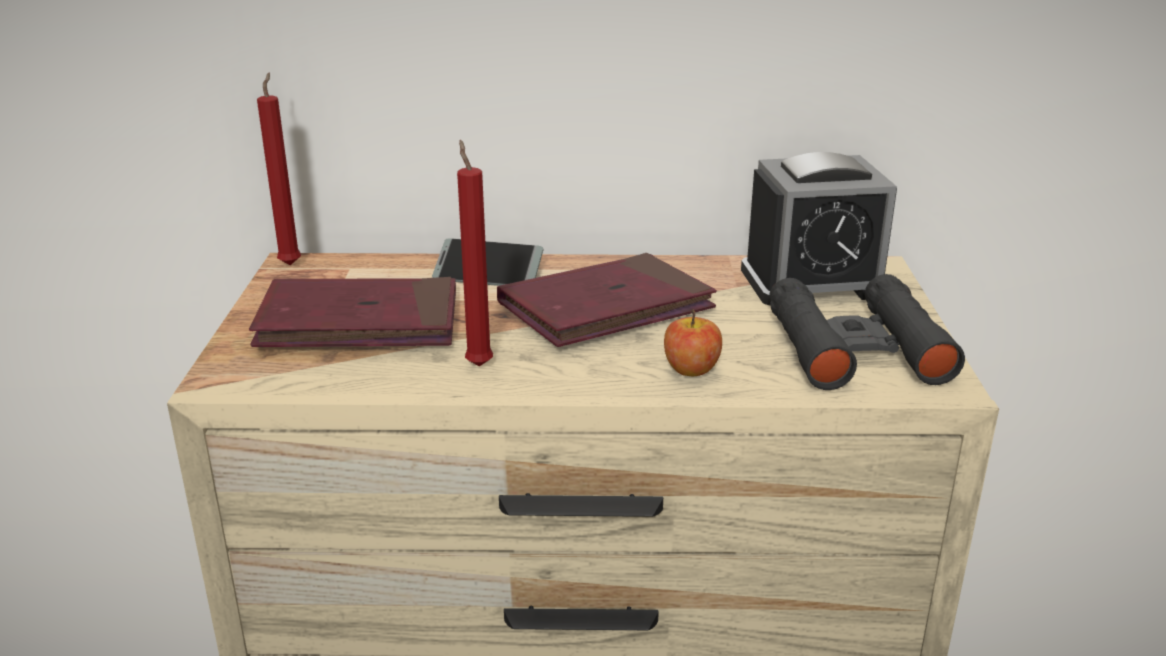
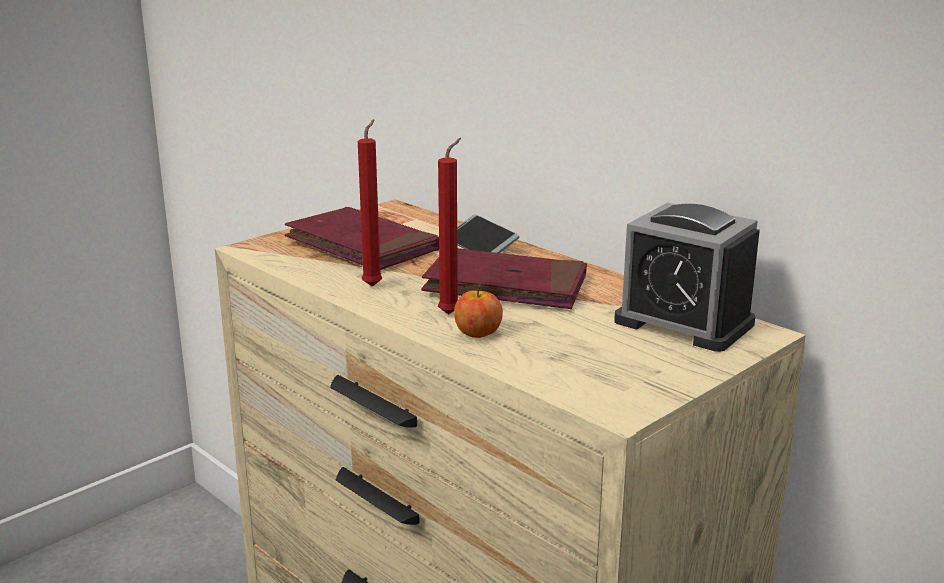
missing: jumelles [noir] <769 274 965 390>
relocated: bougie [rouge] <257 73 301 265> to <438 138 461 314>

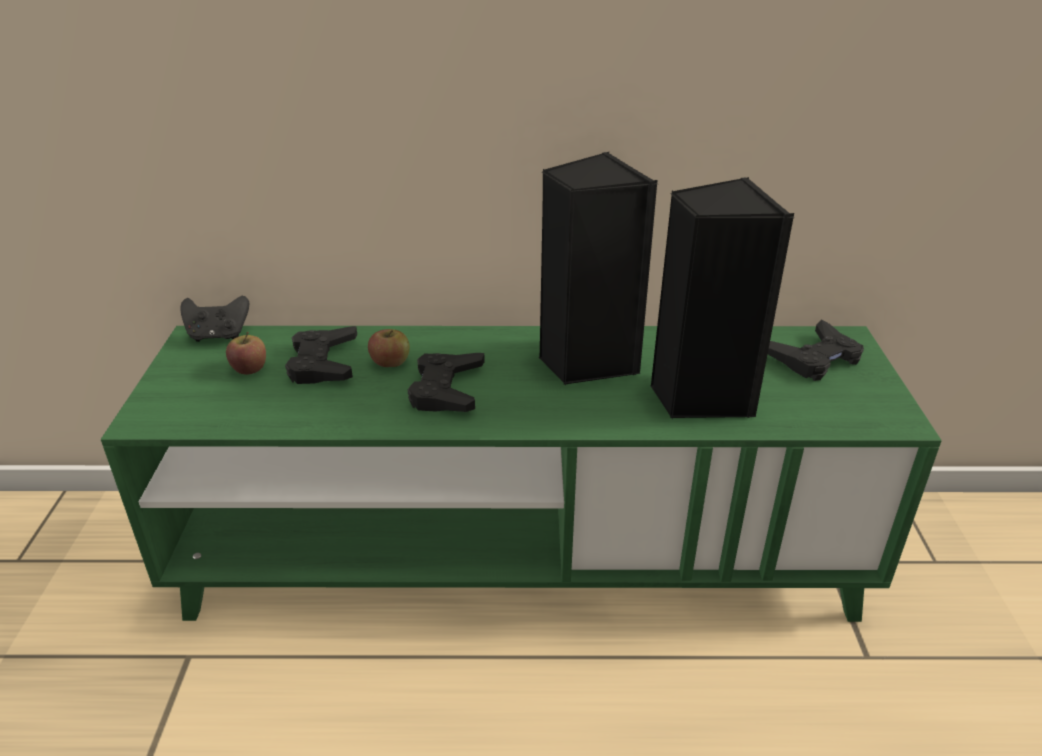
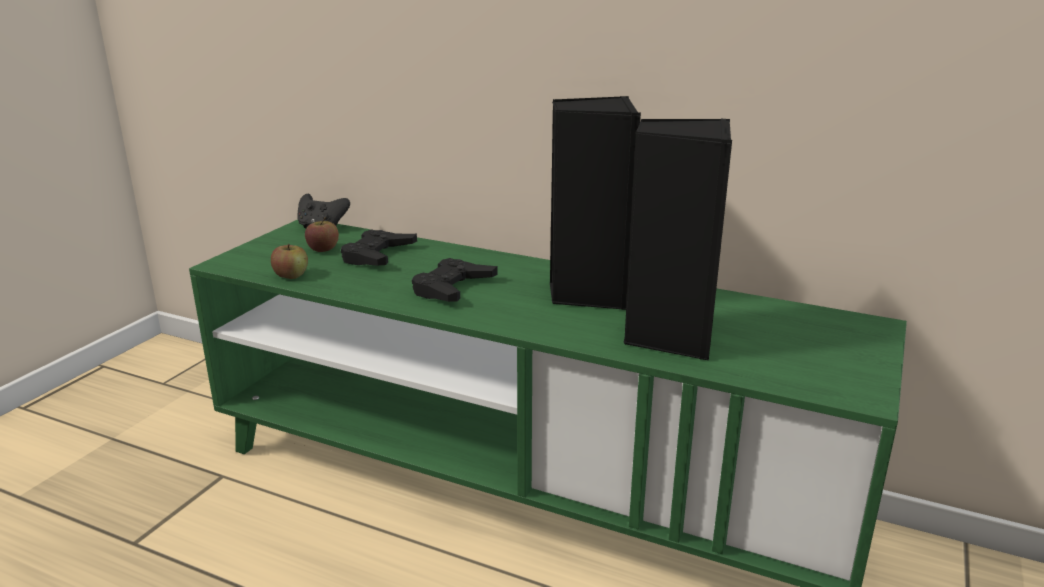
missing: manette [noir] <768 319 864 381>
relocated: pomme <368 329 410 367> to <271 244 308 279>

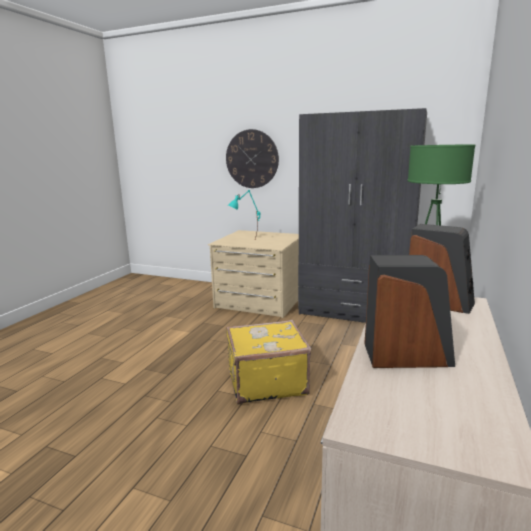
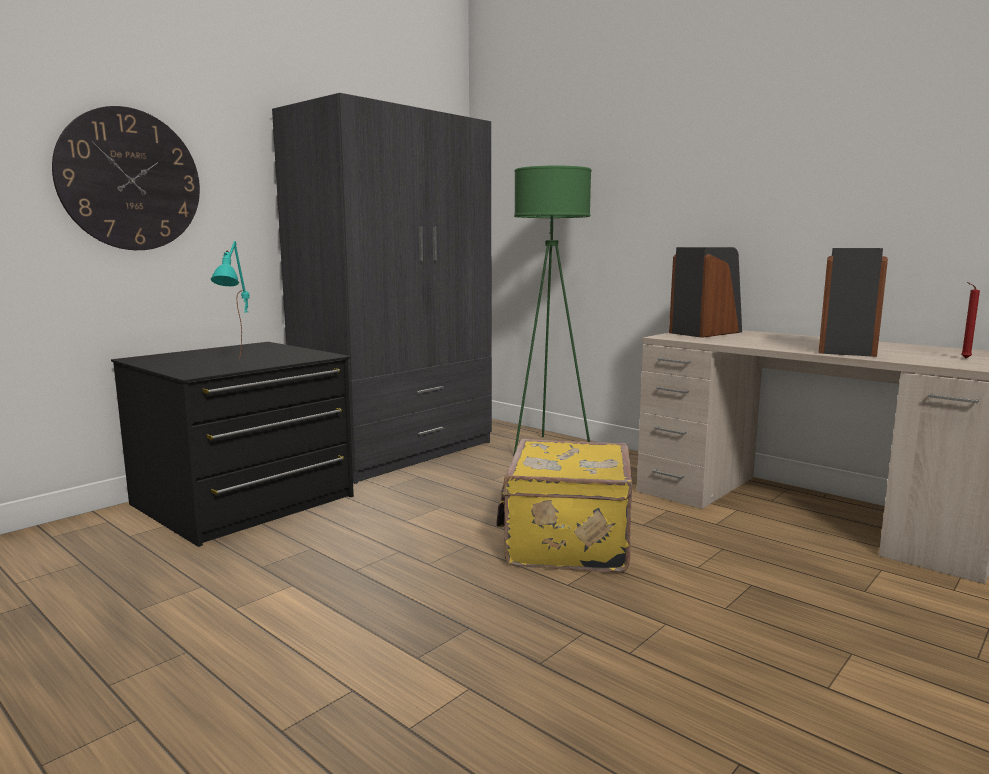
appeared: bougie [rouge] <961 282 980 358>
colour: commode [beige] <208 230 299 318> to commode [noir] <111 342 354 547>

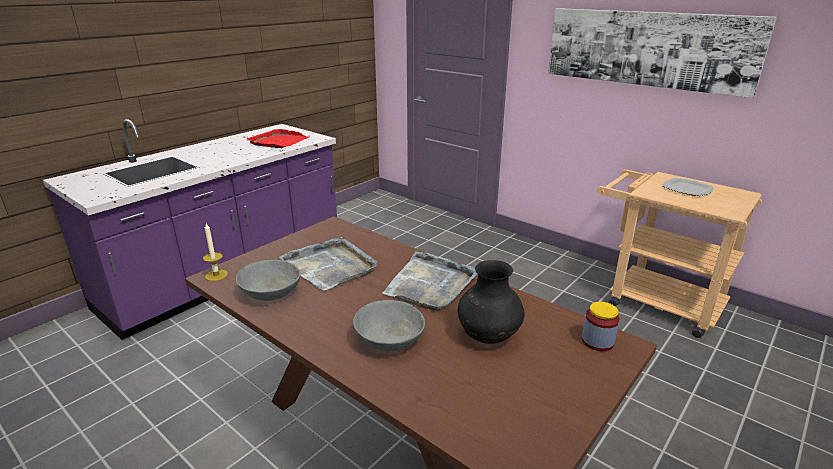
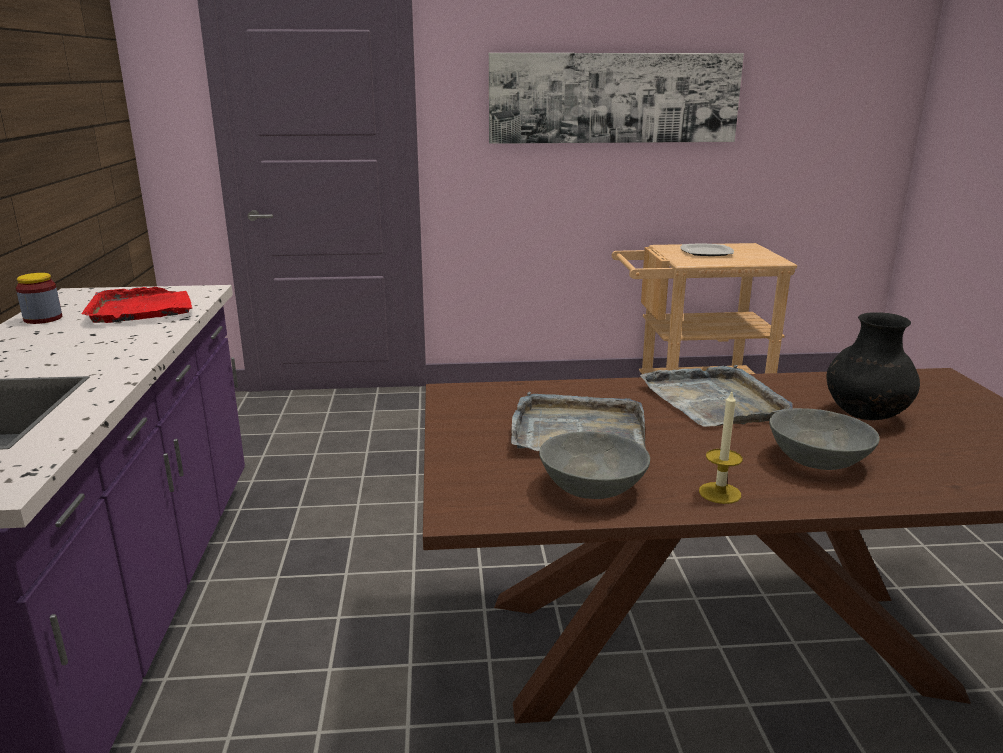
relocated: bougie <203 223 228 281> to <699 392 743 504>; bocal <582 302 620 351> to <16 273 62 324>

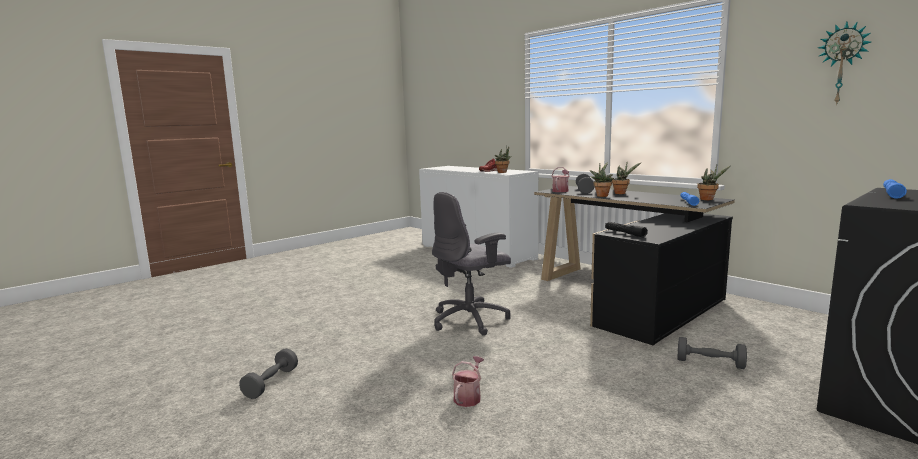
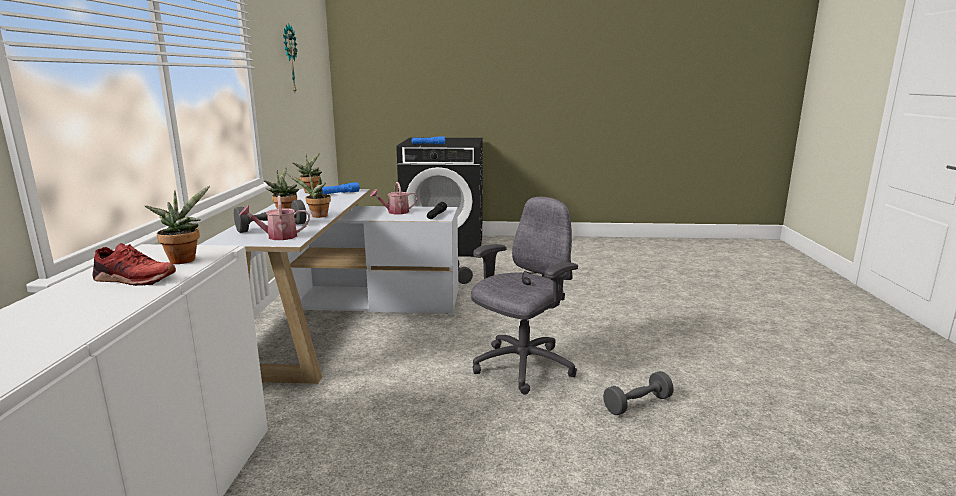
relocated: haltère [gris] <239 348 298 399> to <603 371 674 415>; arrosoir <452 356 484 407> to <370 182 418 214>
colour: bureau [noir] <534 186 735 346> to bureau [blanc] <199 188 458 384>
spun: chaise de bureau [gris] <432 192 511 336> = <471 197 578 395> 60 degrees counterclockwise

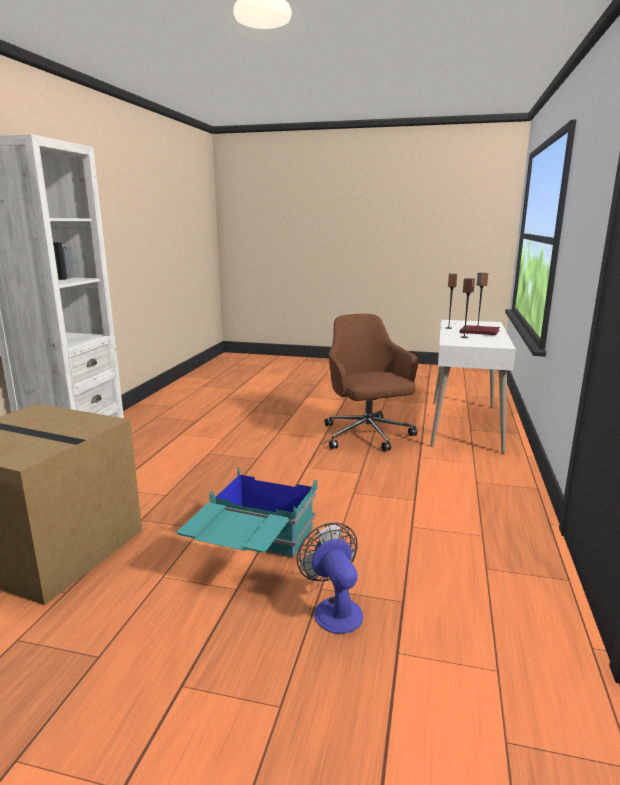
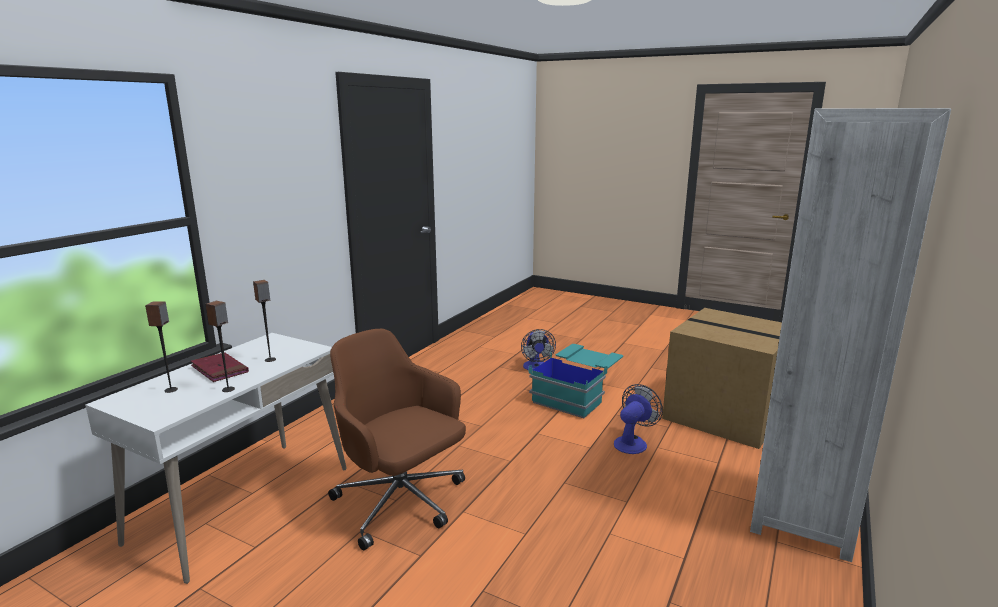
appeared: ventilateur <614 384 663 454>
spun: chaise de bureau [marron] <324 314 418 451> = <328 329 466 551> 135 degrees clockwise

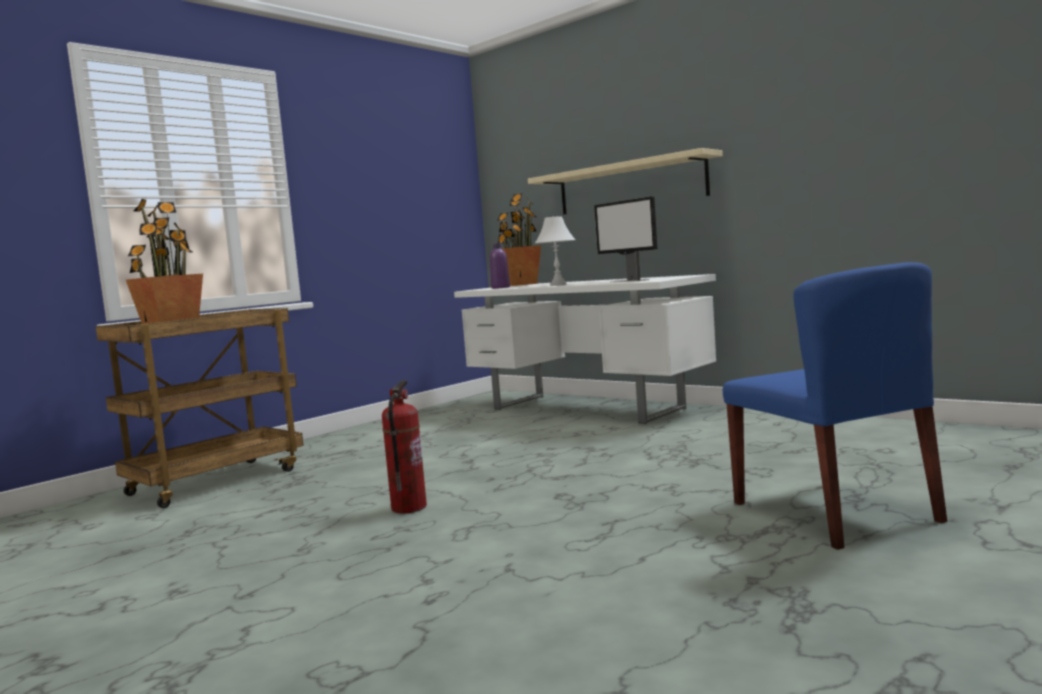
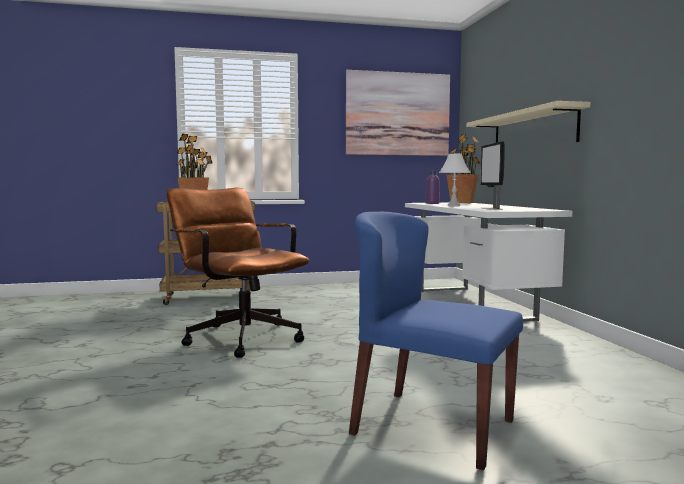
appeared: tableau <346 70 450 156>
exchanged: extincteur <382 380 427 514> to chaise de bureau [marron] <166 188 310 358>
spun: chaise [bleu] <723 262 947 550> = <349 212 523 471> 105 degrees clockwise

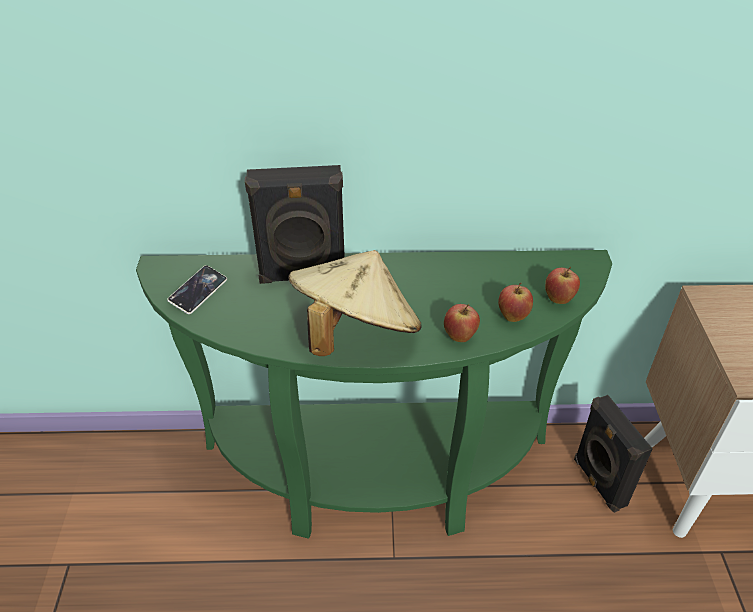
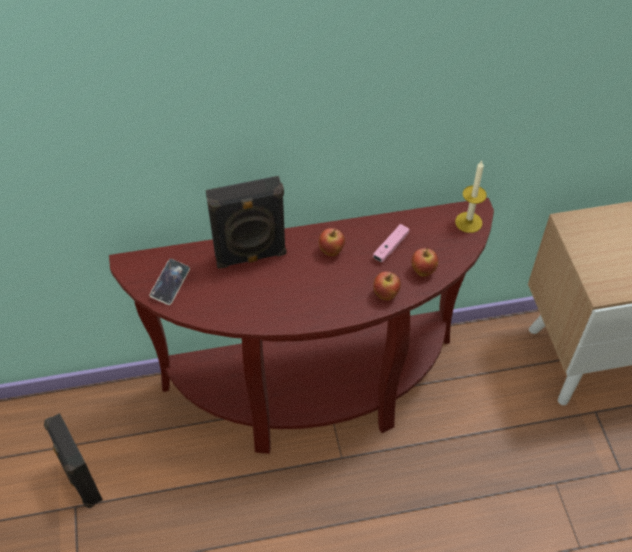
missing: chapeau [beige] <288 250 422 356>
appeared: manette [rose] <373 224 409 262>; bougie <455 161 487 233>
relocated: pomme <545 267 580 304> to <319 228 345 256>; enceinte [noir] <574 395 653 513> to <44 413 103 508>
colour: table console [vert] <136 250 612 539> to table console [marron] <109 198 494 454>

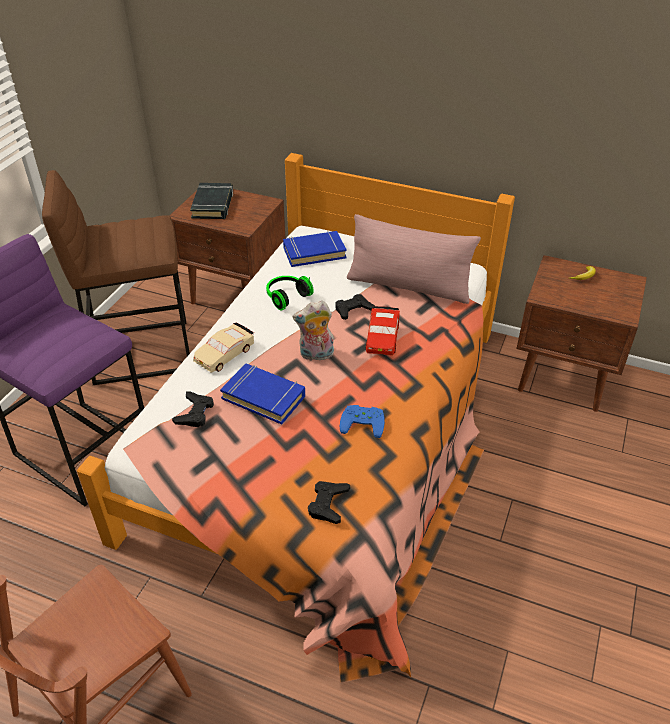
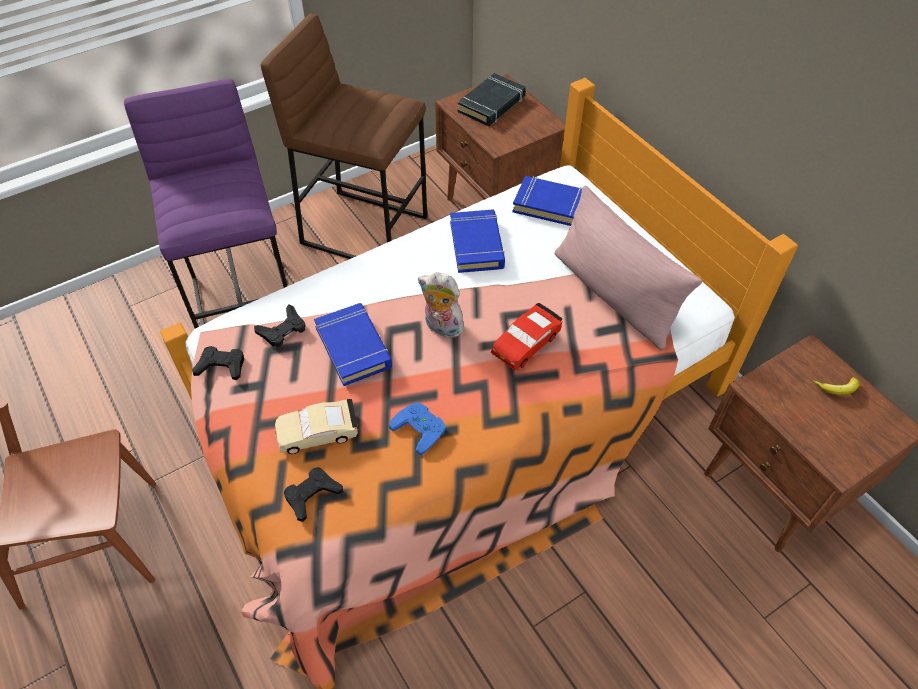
relocated: petite voiture [beige] <193 322 254 373> to <275 399 359 454>; manette [noir] <335 294 375 320> to <192 346 244 380>
exchanged: casque audio <266 276 314 311> to livre [bleu] <450 210 505 273>

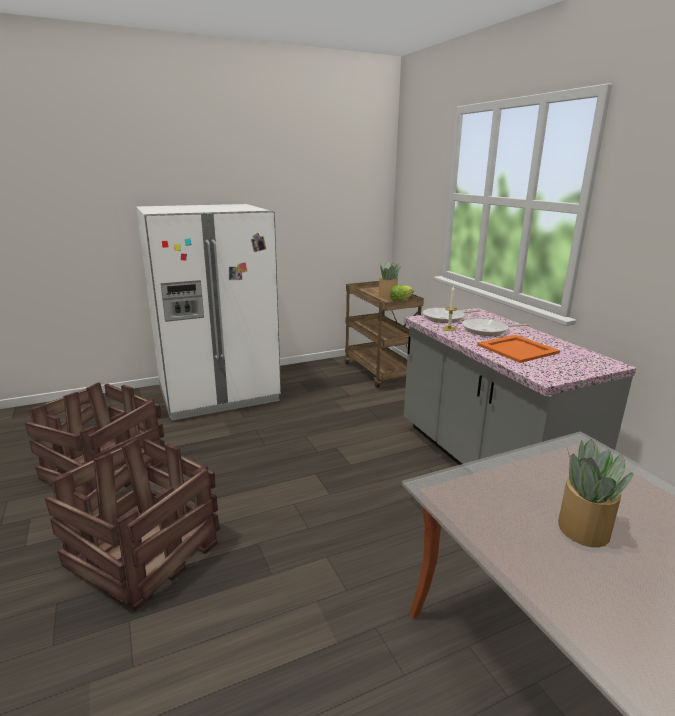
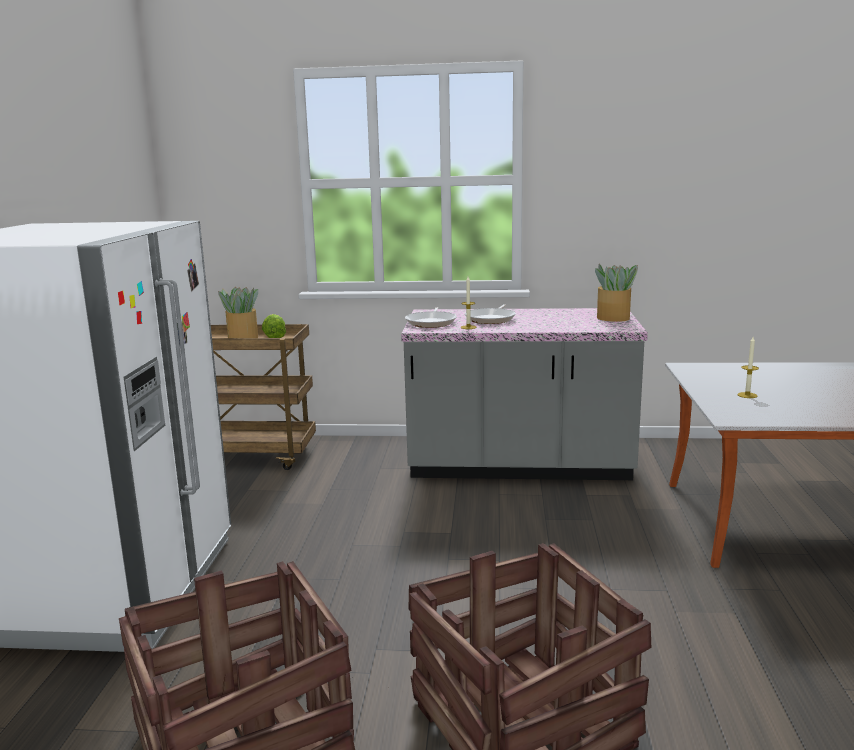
missing: plateau [orange] <477 335 560 363>
appeared: bougie <738 337 759 398>
relocated: plante en pot <558 439 634 547> to <595 263 638 322>

